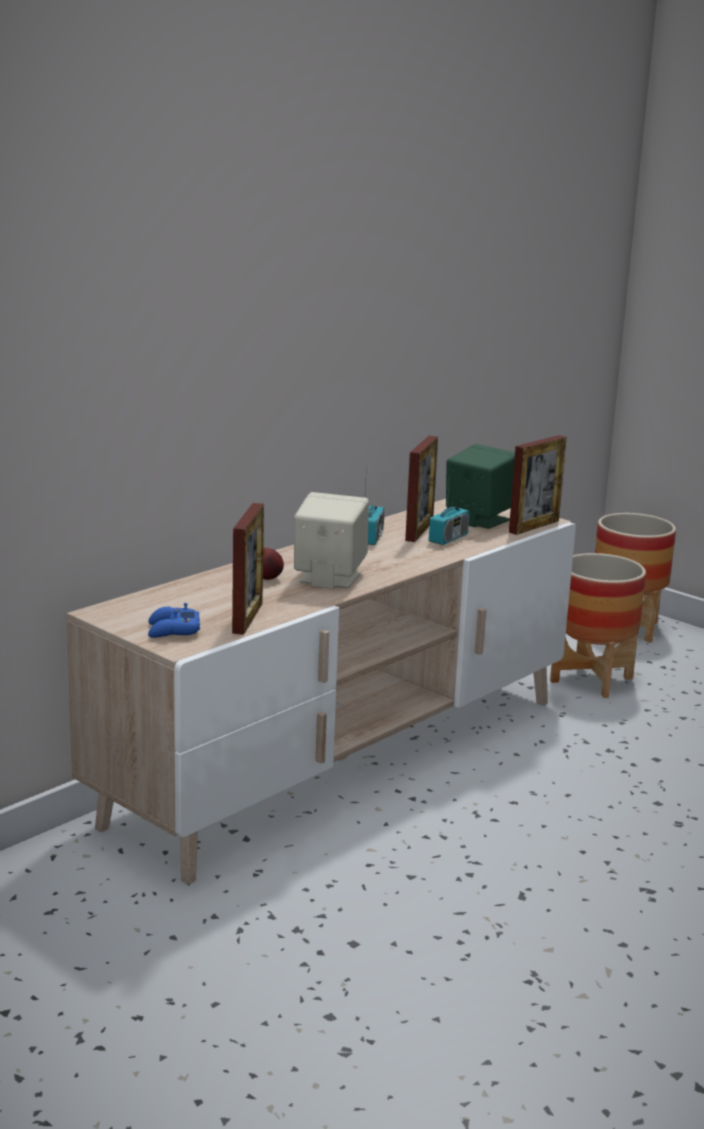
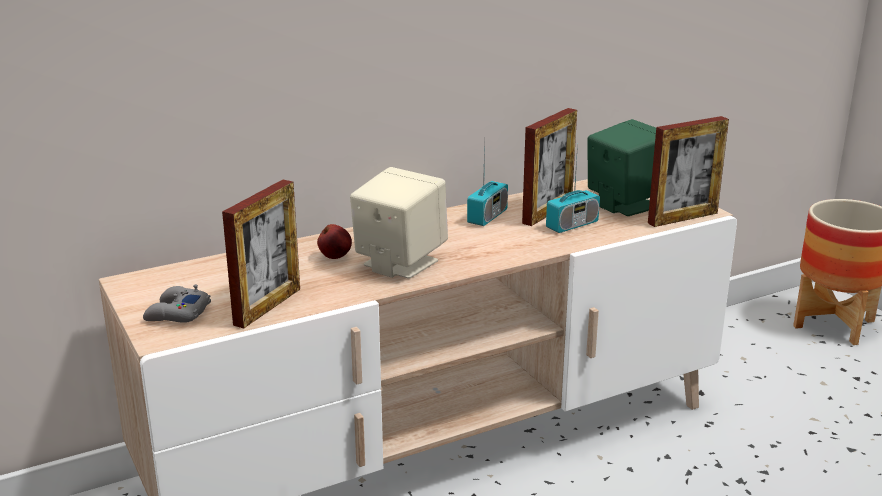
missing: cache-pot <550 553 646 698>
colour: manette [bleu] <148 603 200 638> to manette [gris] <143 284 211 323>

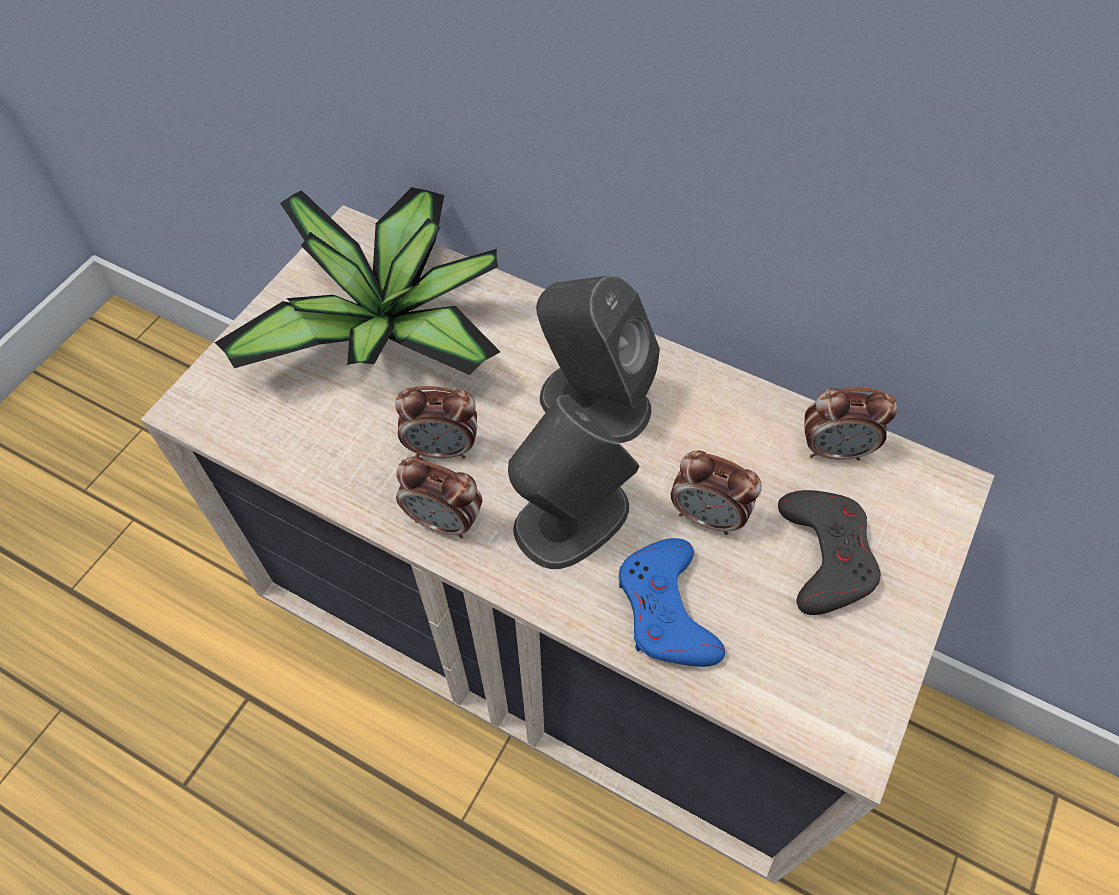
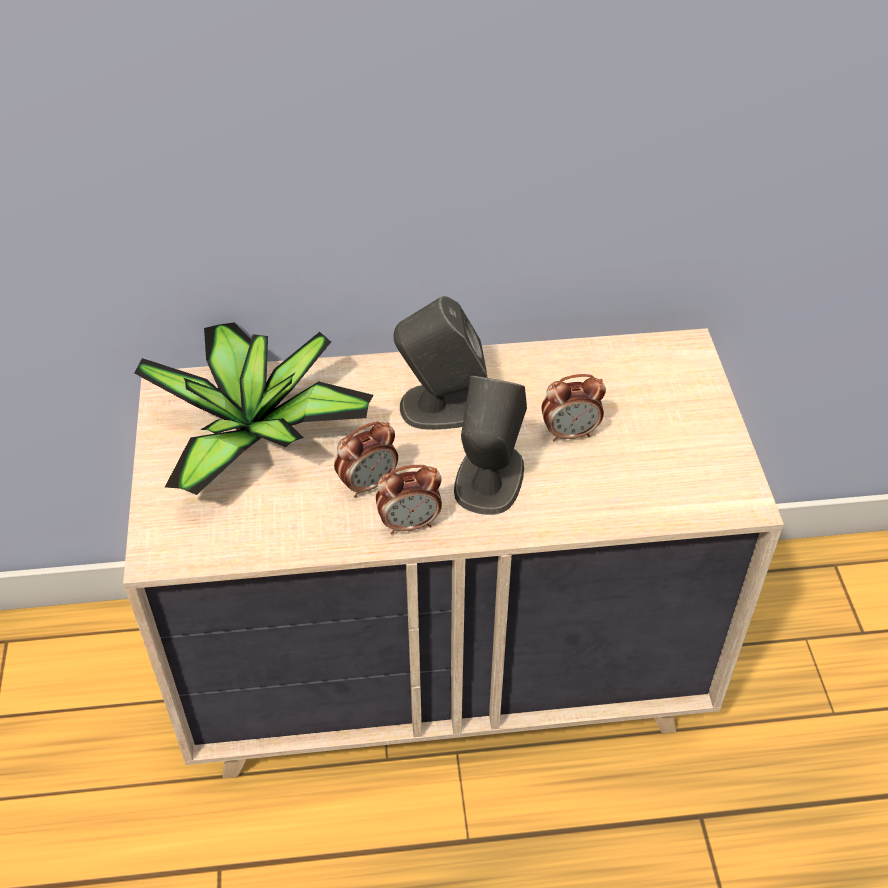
missing: manette [bleu] <619 538 725 667>; manette [gris] <778 490 881 615>; réveil <804 387 897 461>

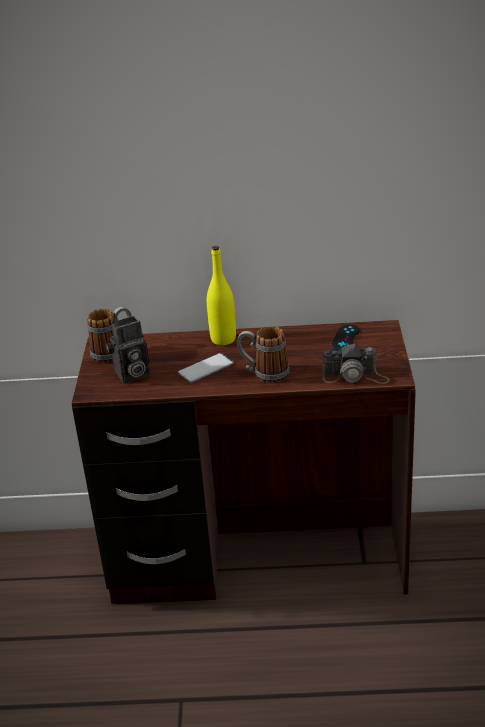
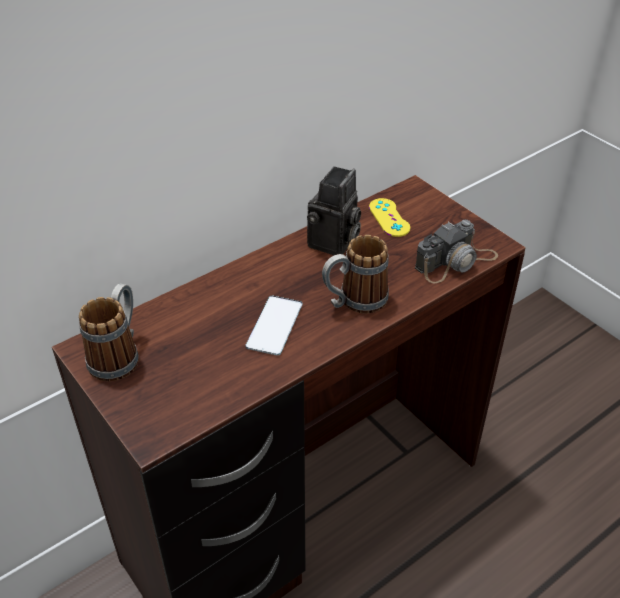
missing: bouteille [jaune] <207 246 236 345>
relocated: appareil photo <106 316 150 384> to <307 166 361 255>
colour: manette [noir] <331 325 360 350> to manette [jaune] <369 198 410 237>

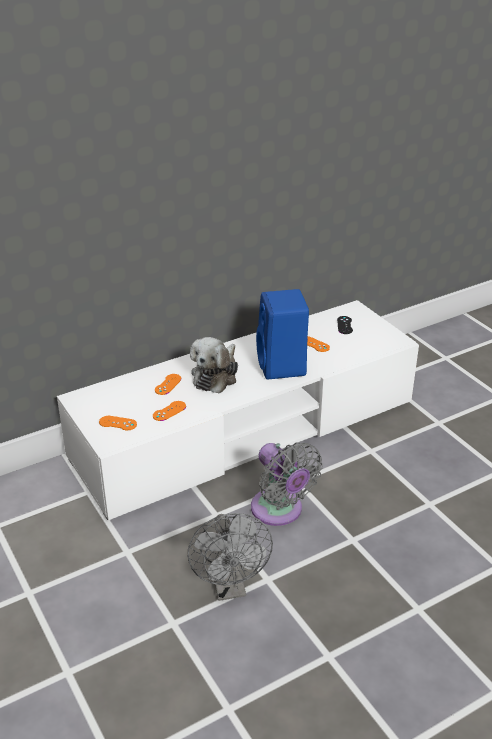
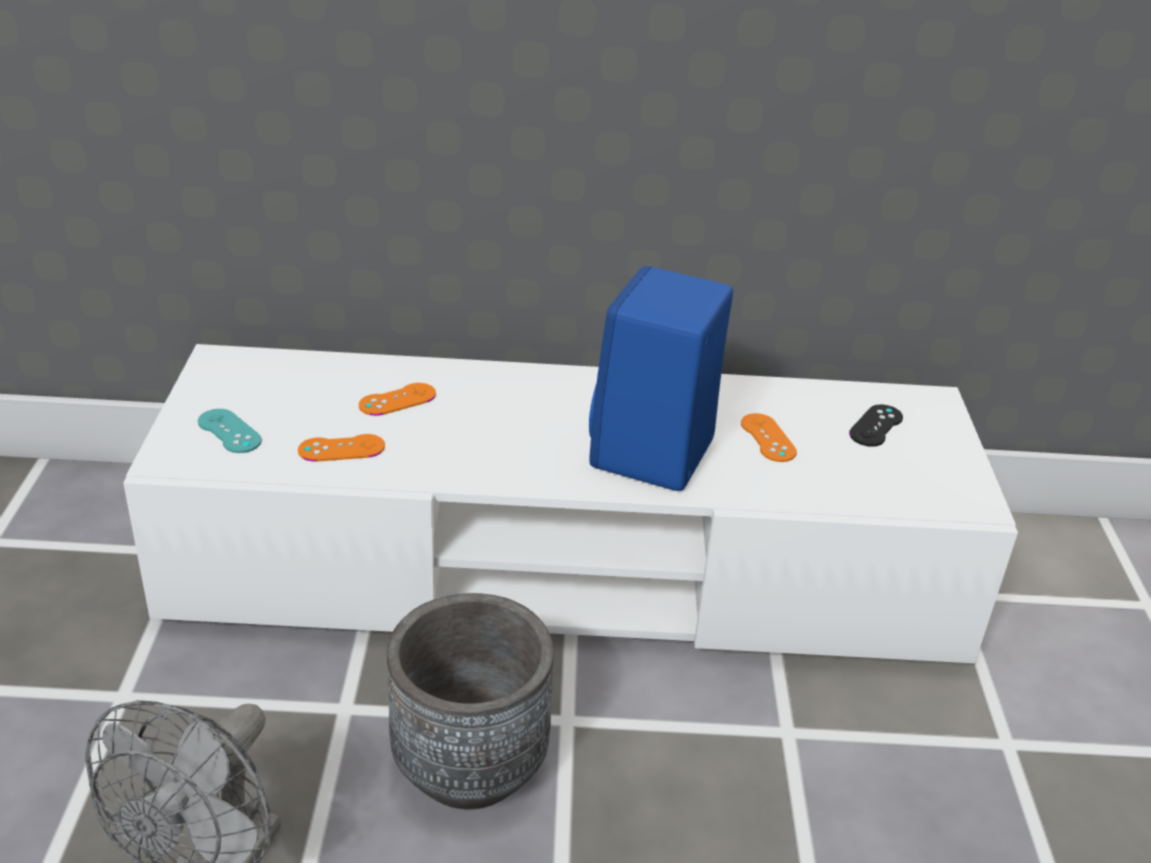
missing: peluche <190 337 238 393>
exchanged: ventilateur [gris] <251 442 323 526> to cache-pot [gris] <387 593 554 810>
colour: manette [orange] <99 416 137 430> to manette [turquoise] <198 409 262 453>

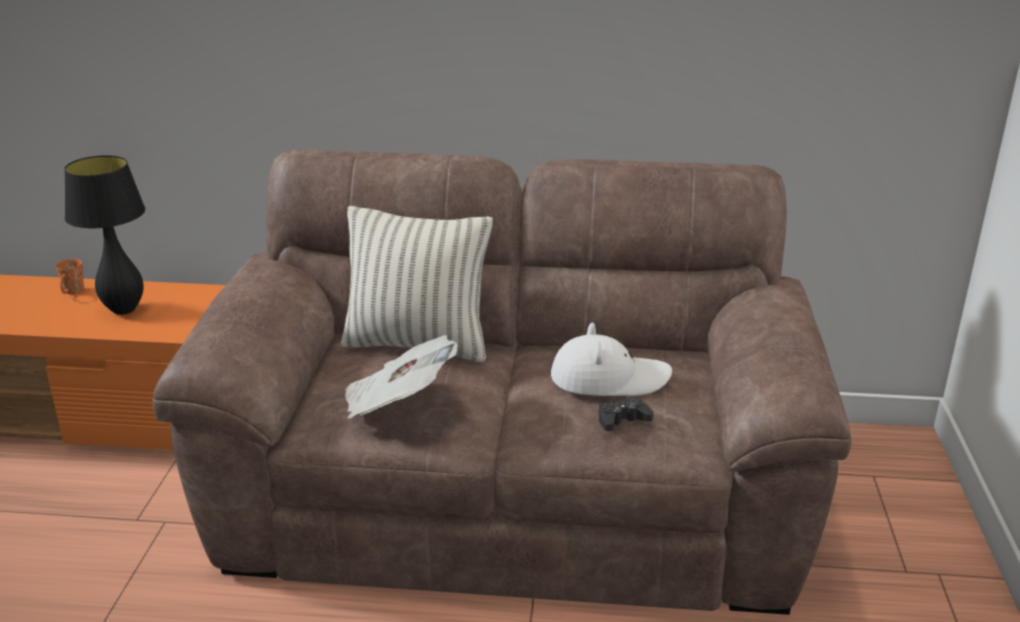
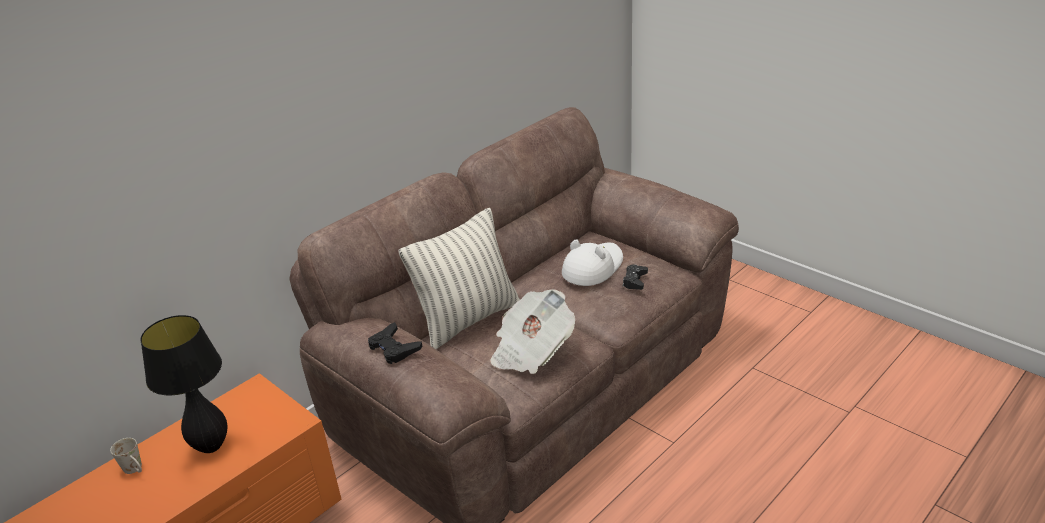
appeared: manette [noir] <368 322 422 364>
colour: mug [orange] <56 259 84 294> to mug [blanc] <110 438 142 474>

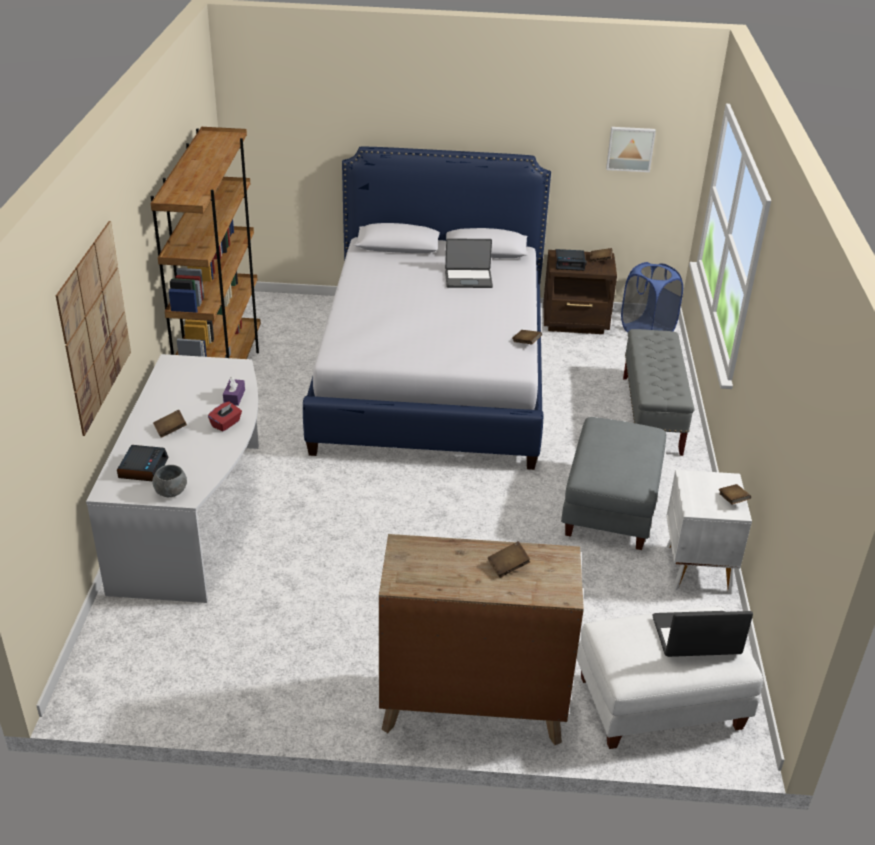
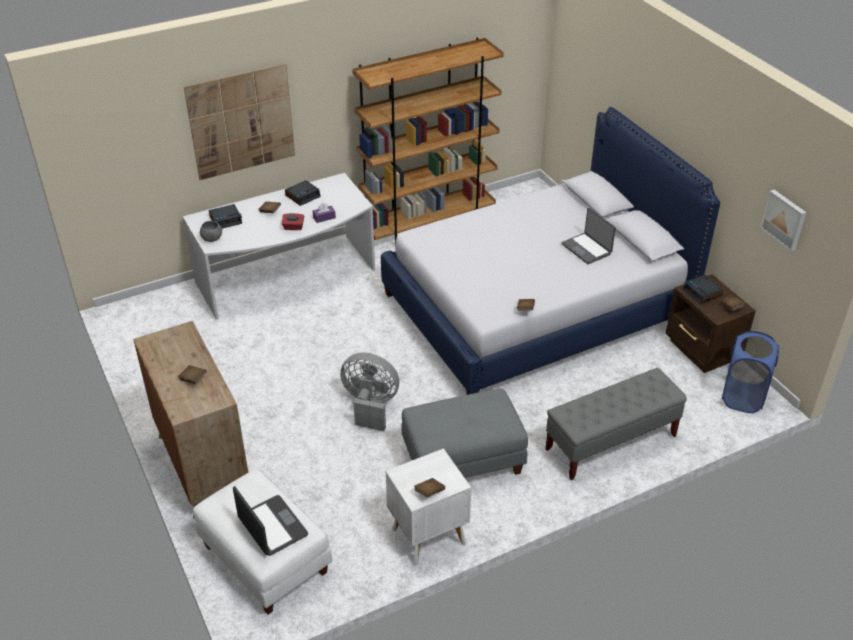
appeared: réveil <285 180 321 206>; ventilateur [gris] <340 353 399 431>

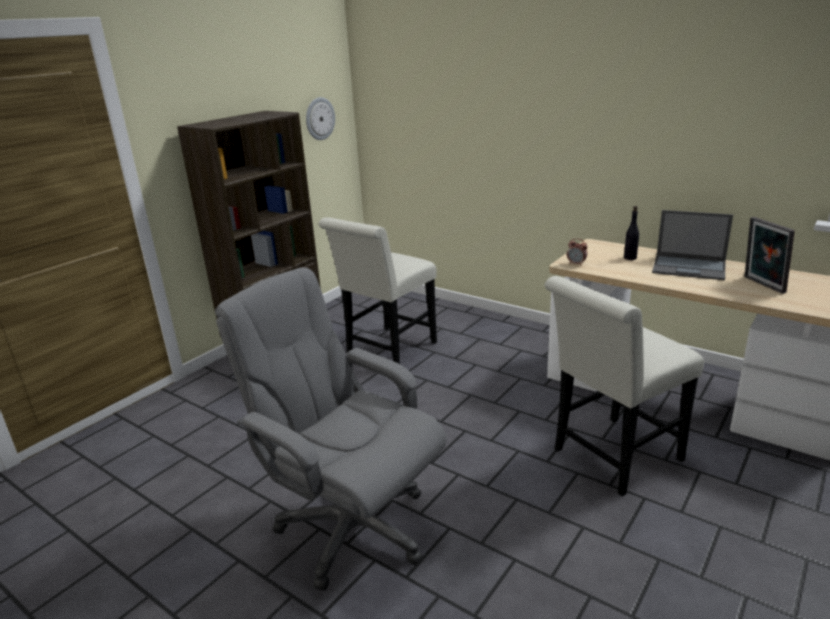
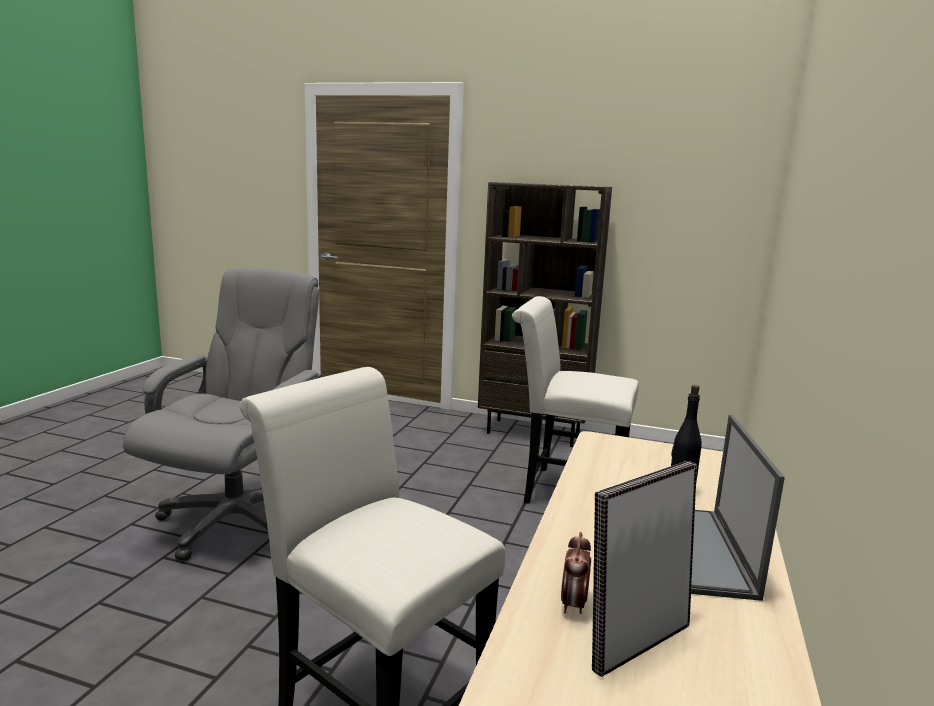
missing: horloge murale <306 97 335 140>
relocated: réveil <567 238 588 266> to <561 532 591 614>

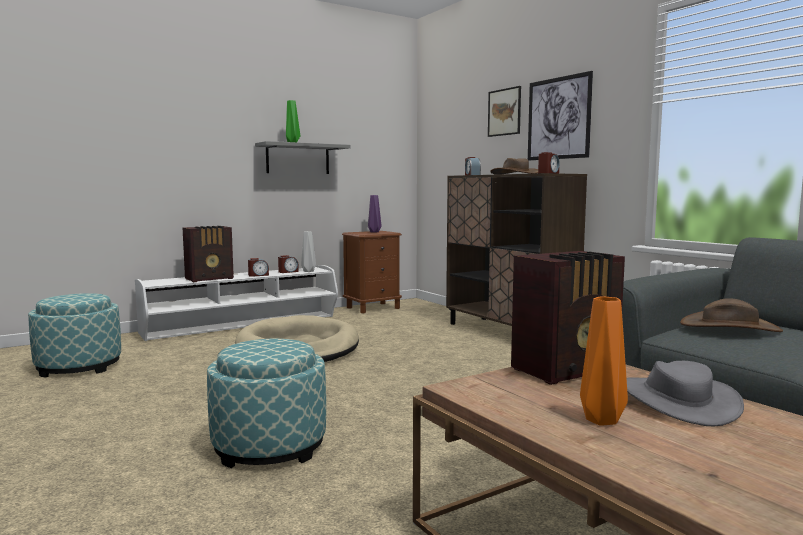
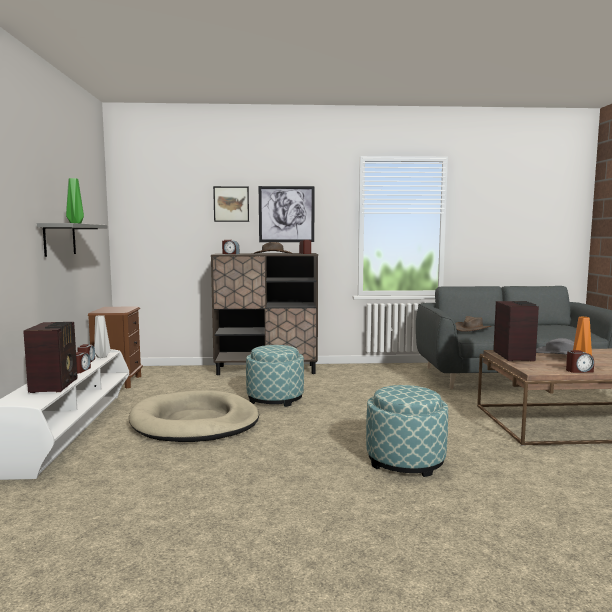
missing: vase [violet] <368 195 381 233>
appeared: réveil <566 350 594 373>
relocated: pouf <28 293 121 378> to <246 345 304 407>

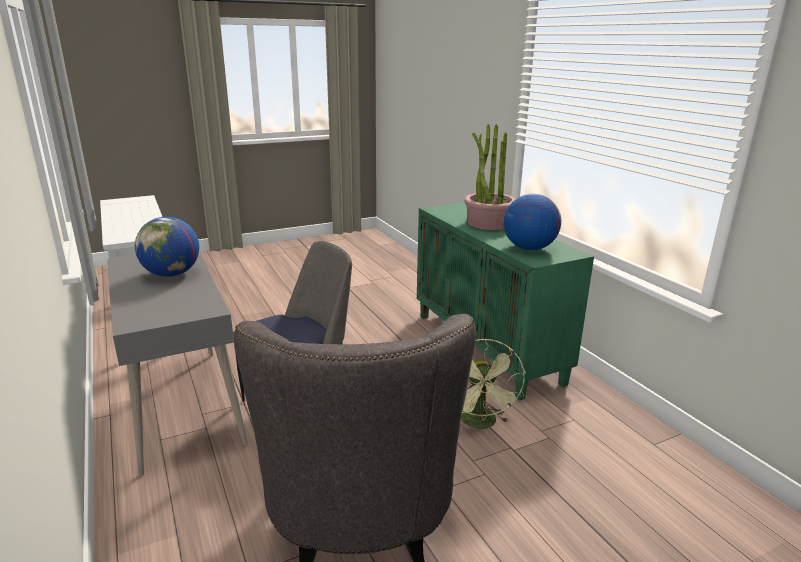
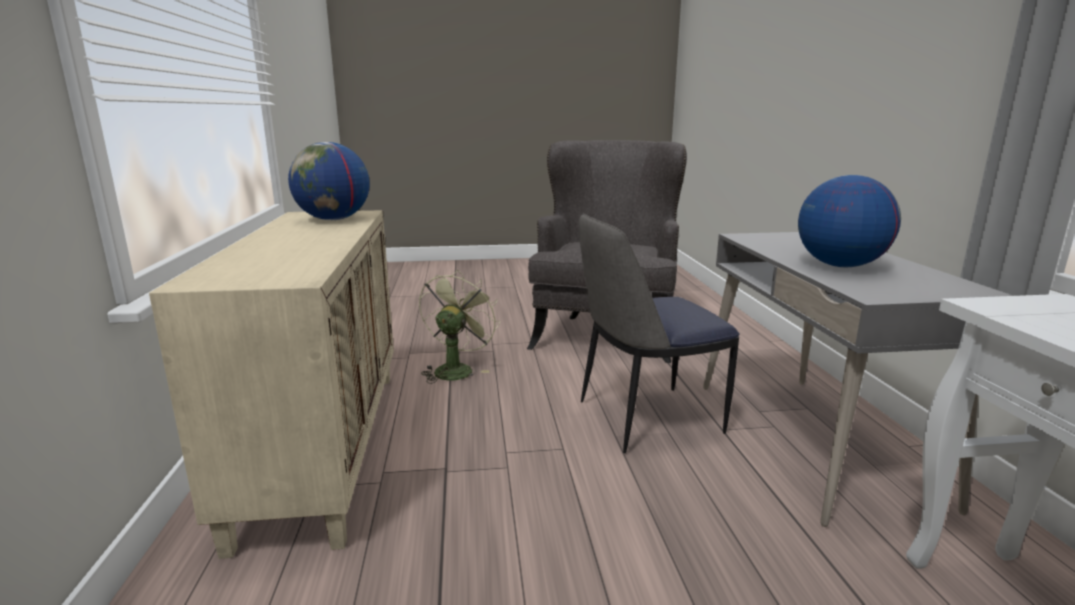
missing: plante en pot <464 124 516 230>
colour: meuble de rangement [vert] <417 202 594 401> to meuble de rangement [beige] <149 210 394 559>

